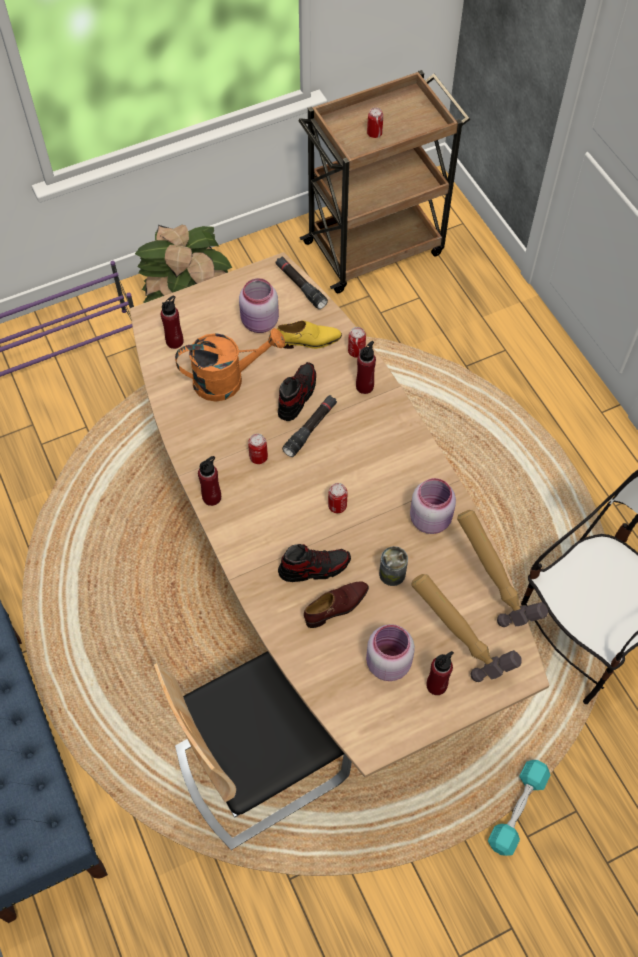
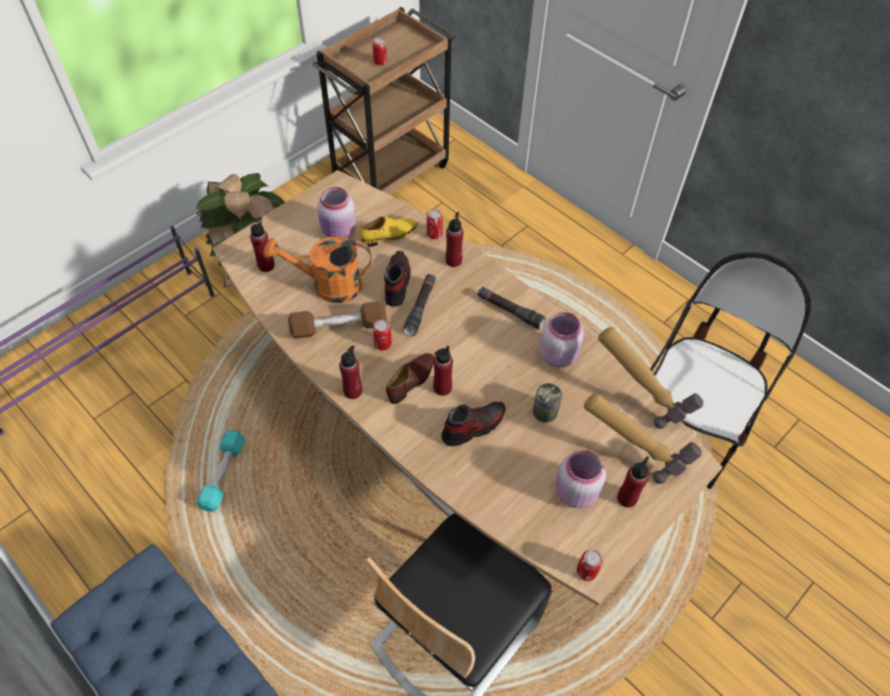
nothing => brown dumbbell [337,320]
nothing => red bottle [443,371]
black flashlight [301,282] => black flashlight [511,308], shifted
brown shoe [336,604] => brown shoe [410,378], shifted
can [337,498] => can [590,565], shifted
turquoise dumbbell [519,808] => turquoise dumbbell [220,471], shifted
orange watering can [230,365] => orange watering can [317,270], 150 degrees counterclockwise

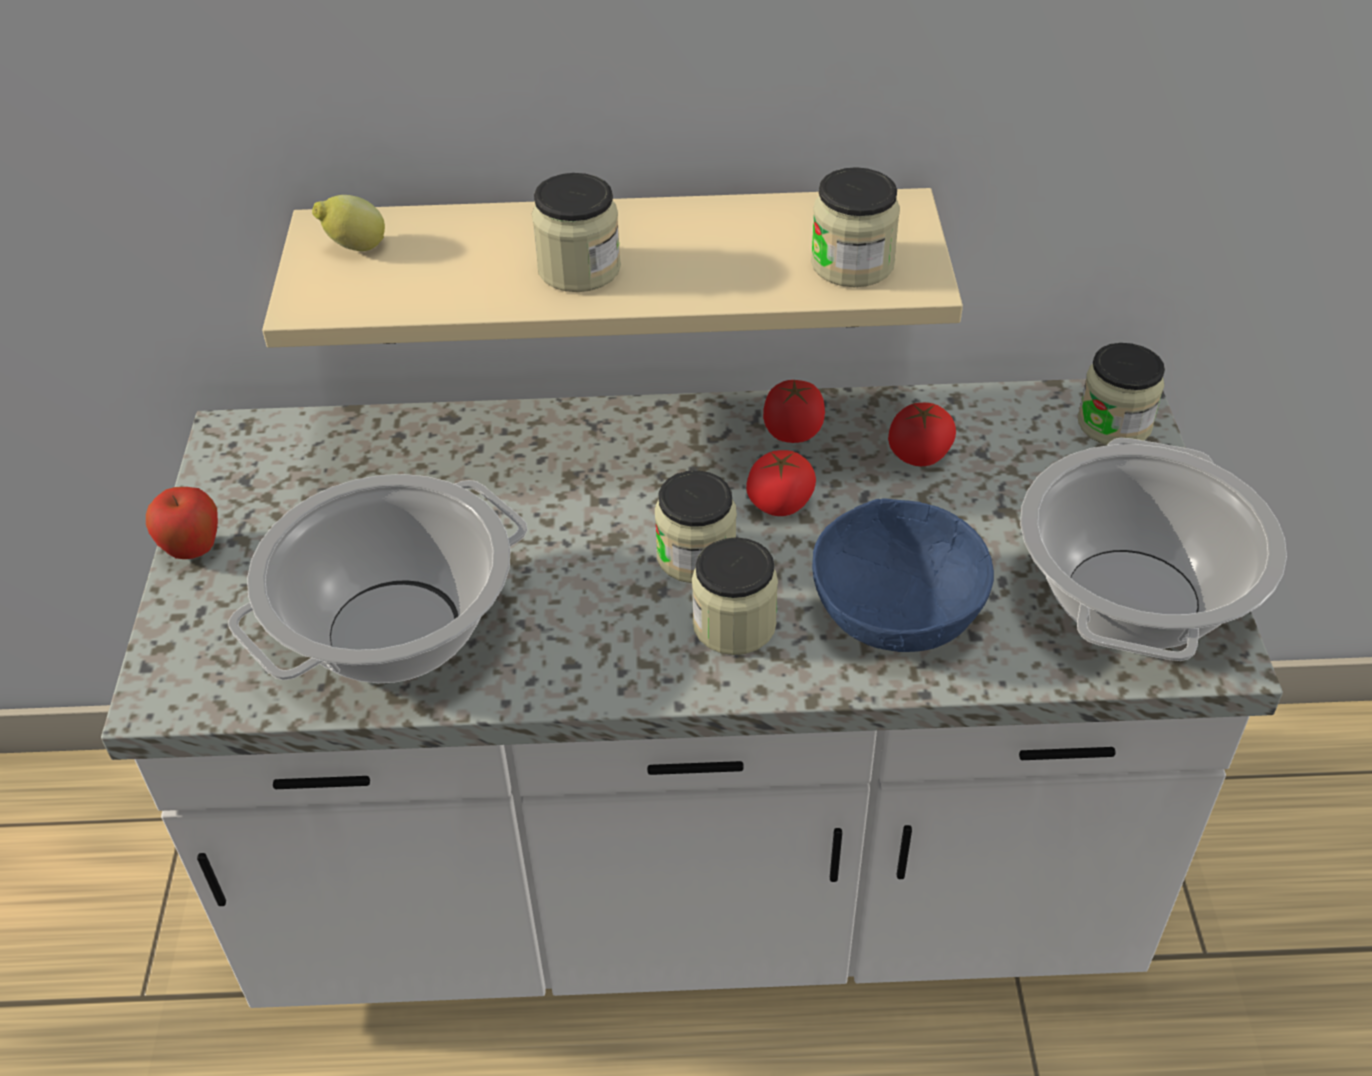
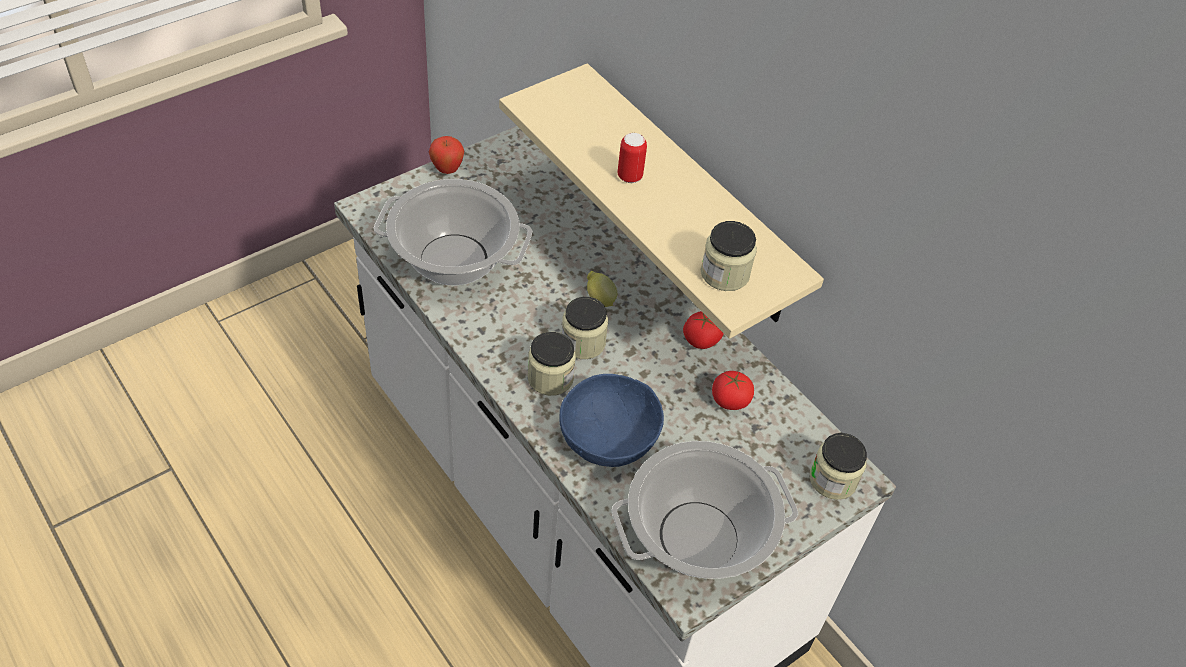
tomato [781,483] => nothing
lemon [348,223] => lemon [602,289], shifted
jar [576,232] => can [632,158]

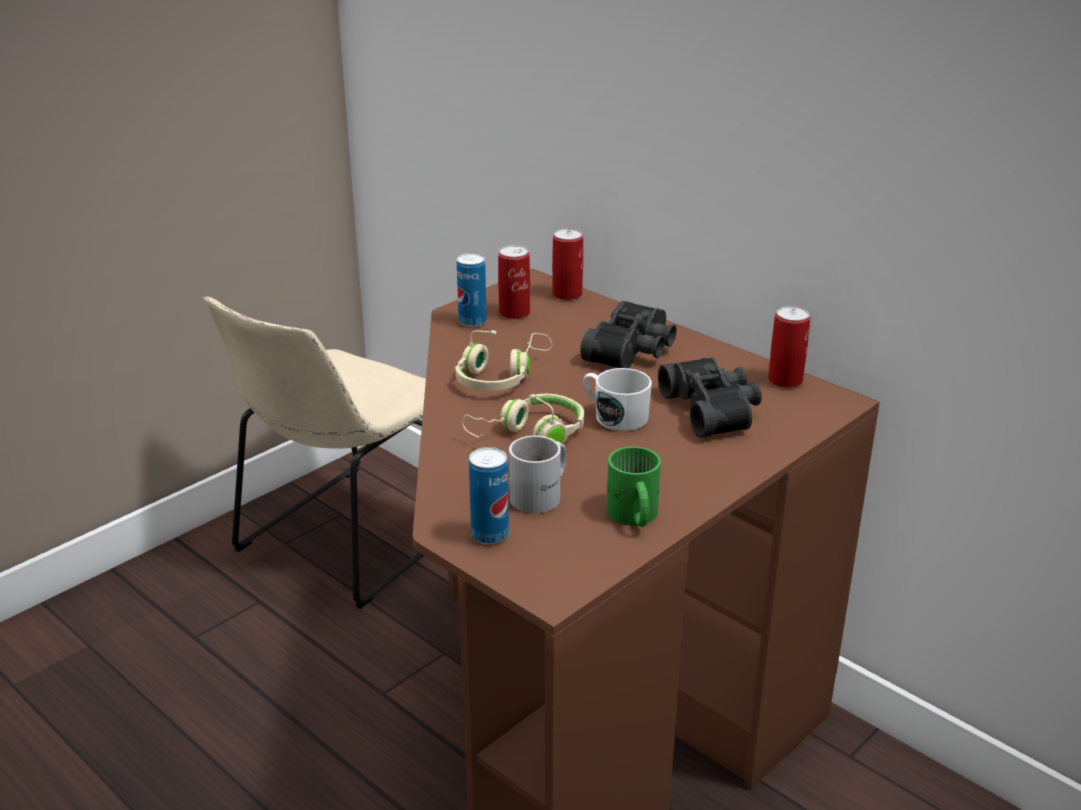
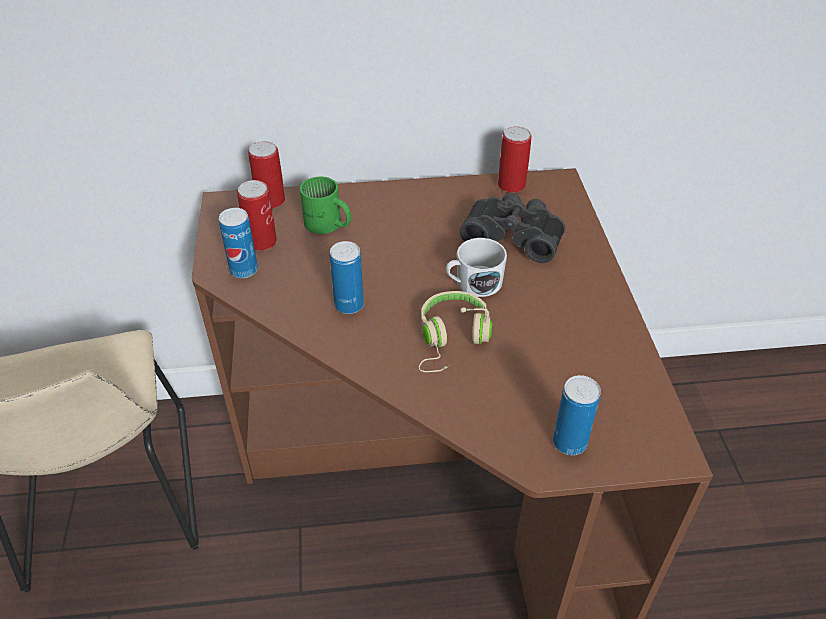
white mug [537,474] => nothing
black binoculars [628,334] => nothing
green mug [634,486] => green mug [325,205], shifted
beige headphones [504,360] => can [347,277]

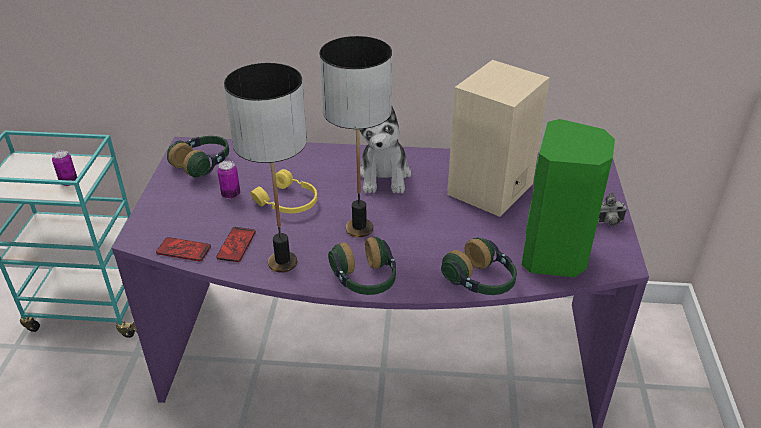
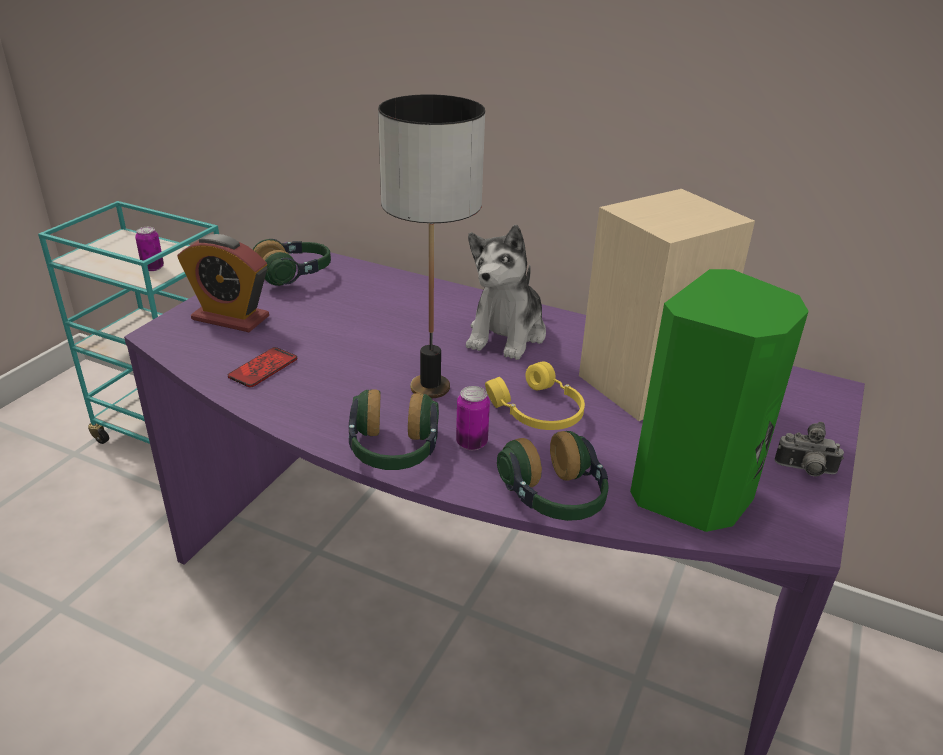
phone [183,249] => nothing
table lamp [265,168] => nothing
nothing => alarm clock [223,283]
can [228,180] => can [473,418], shifted
yellow headphones [283,191] => yellow headphones [535,395], shifted

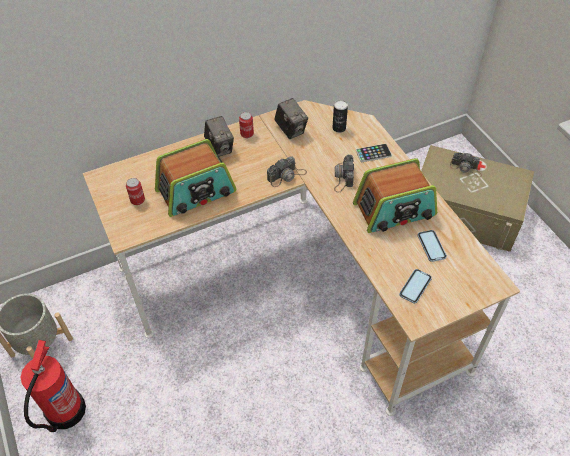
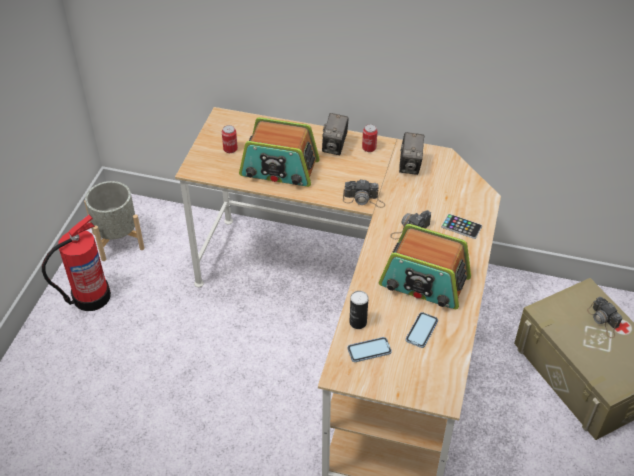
can [340,116] => can [359,310], shifted

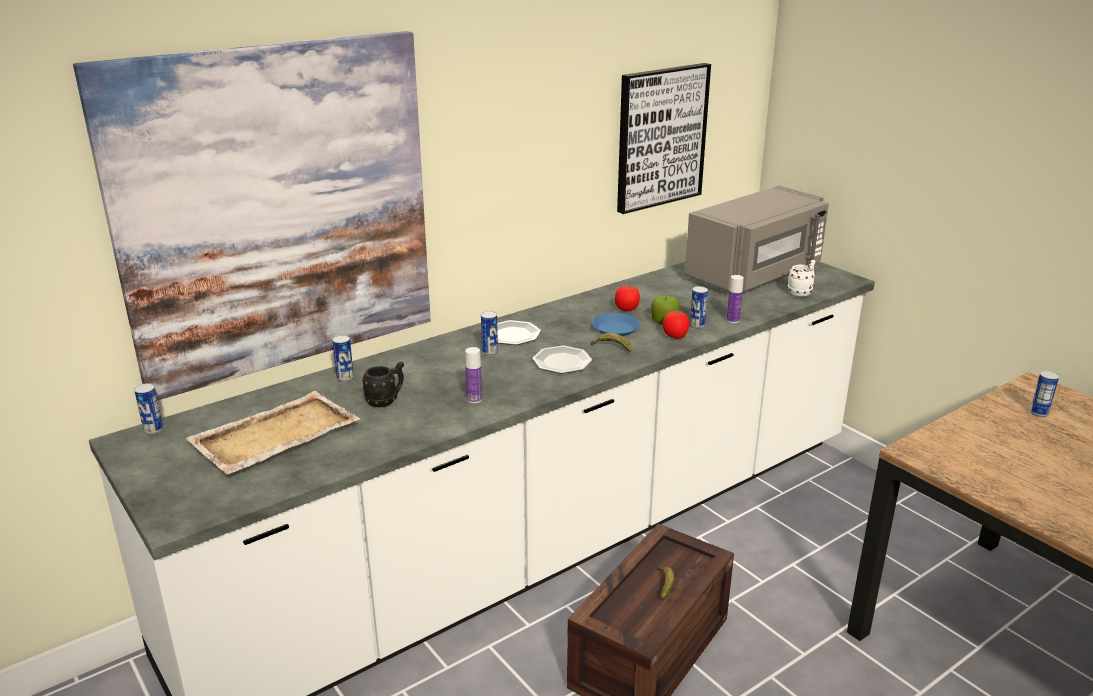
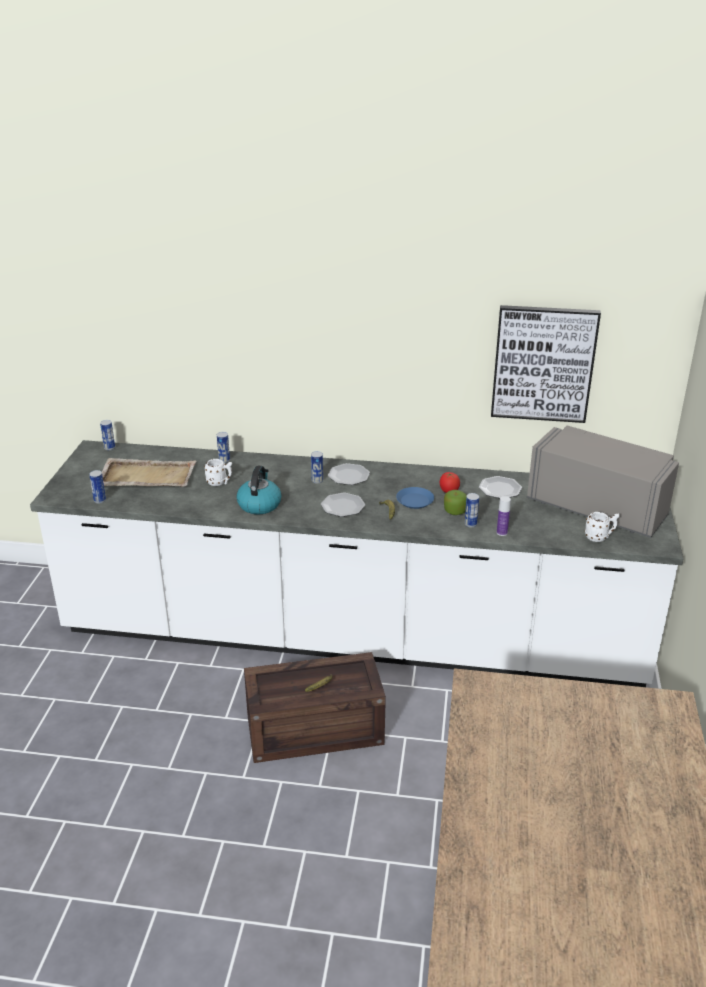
picture [252,215] => nothing
tomato [676,324] => nothing
nothing => plate [500,487]
can [1044,394] => can [97,487], shifted
bottle [473,375] => kettle [259,490]
black mug [383,384] => white mug [218,472]
grey microwave [757,239] => grey microwave [603,481], 150 degrees counterclockwise

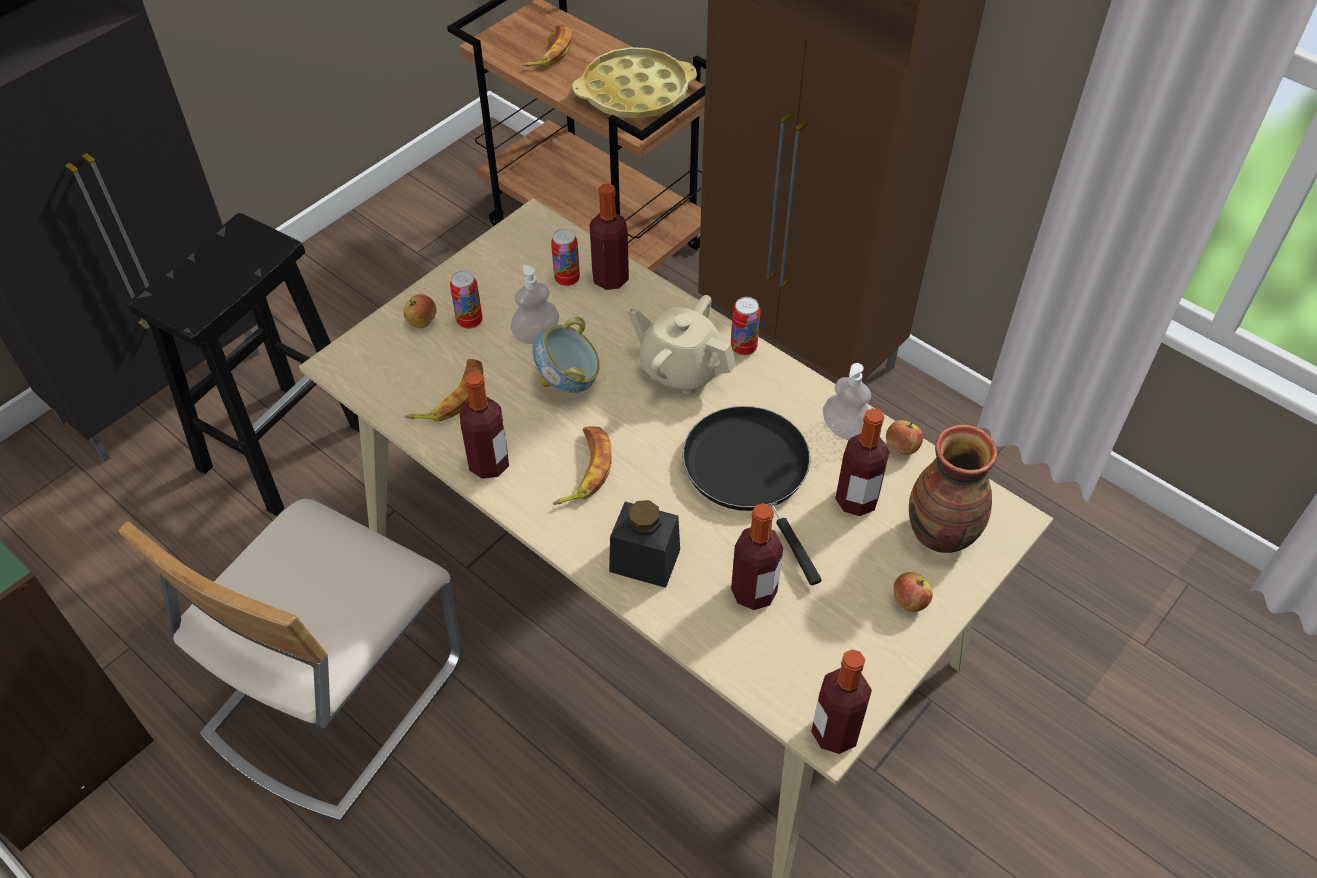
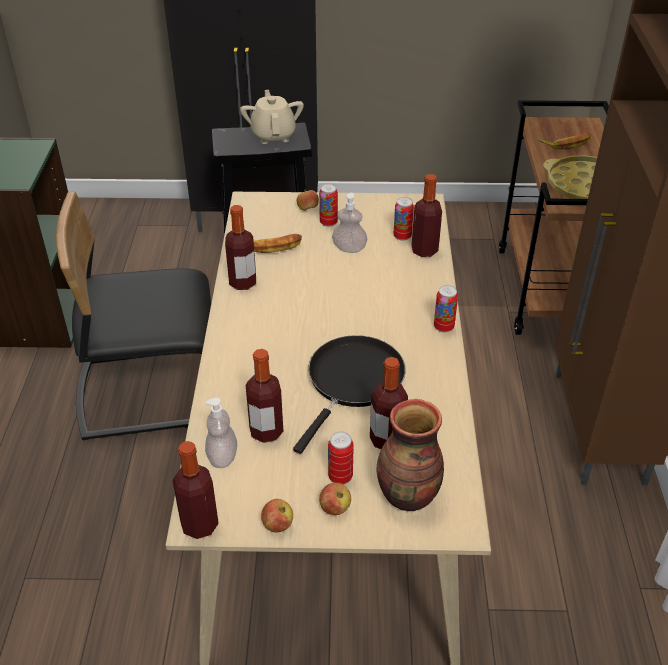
bowl [566,355] => nothing
banana [582,465] => nothing
black jar [644,544] => nothing
nothing => can [341,457]
beige teapot [681,344] => beige teapot [272,117], shifted
soap dispenser [847,401] => soap dispenser [221,433], shifted
apple [904,437] => apple [277,516], shifted
beige chair [290,660] => black chair [133,316]

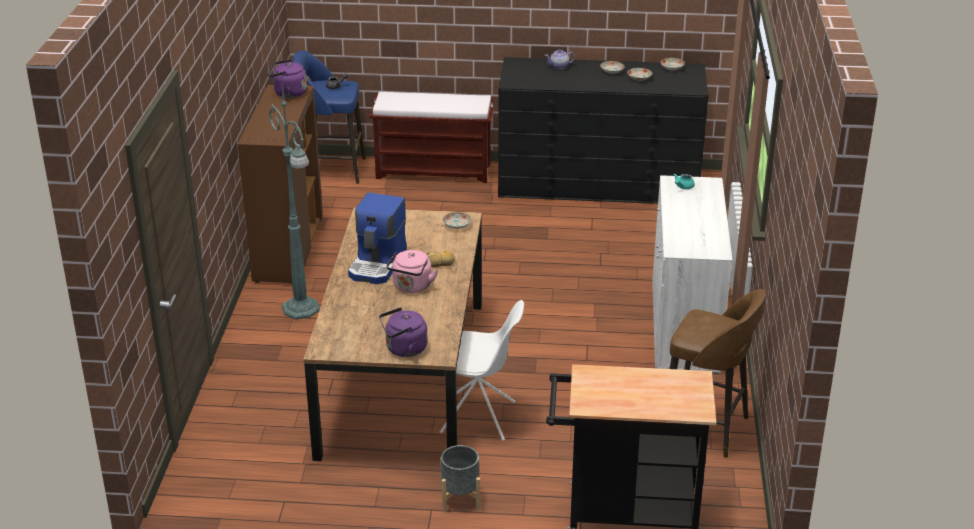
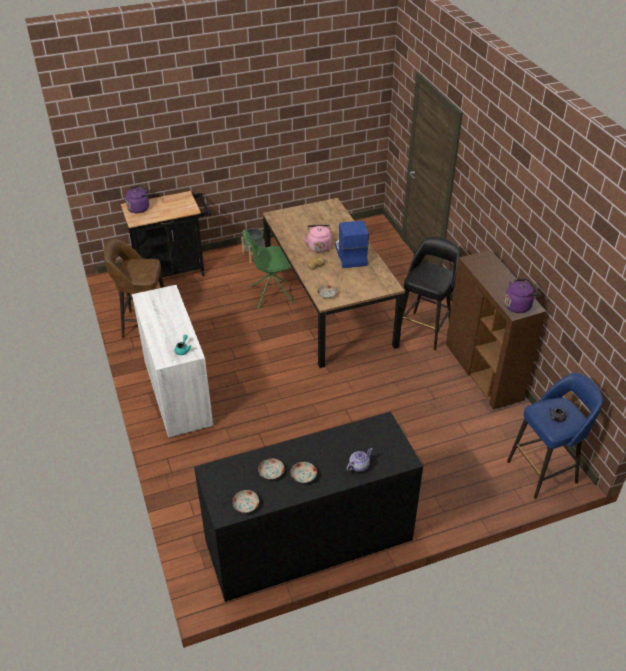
brown bench [432,137] => nothing
purple kettle [403,332] => purple kettle [138,199], shifted
green floor lamp [294,201] => black stool [431,293]
white chair [482,370] => green chair [268,269]

